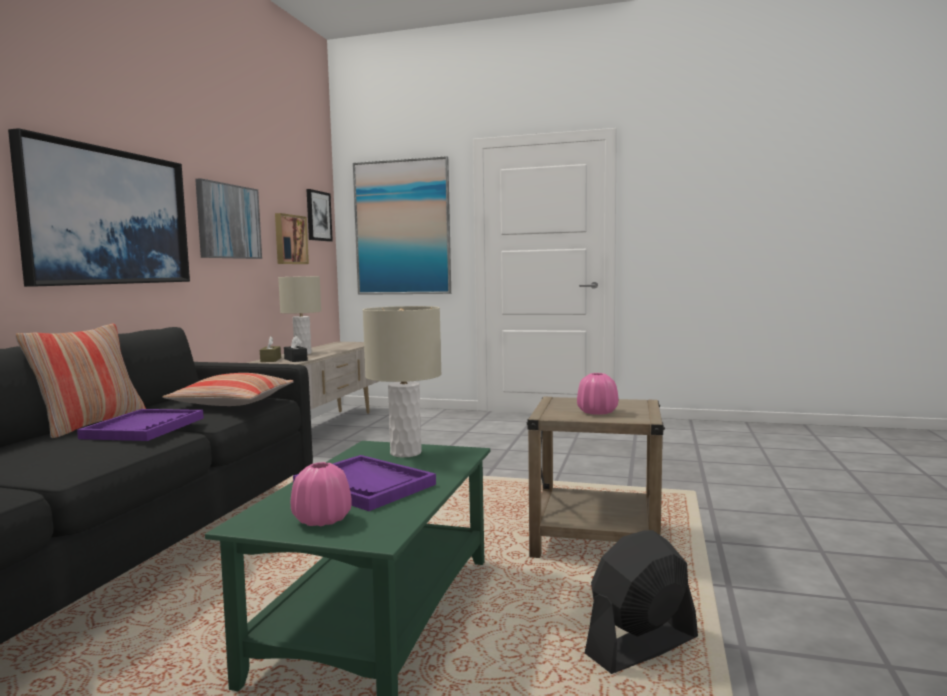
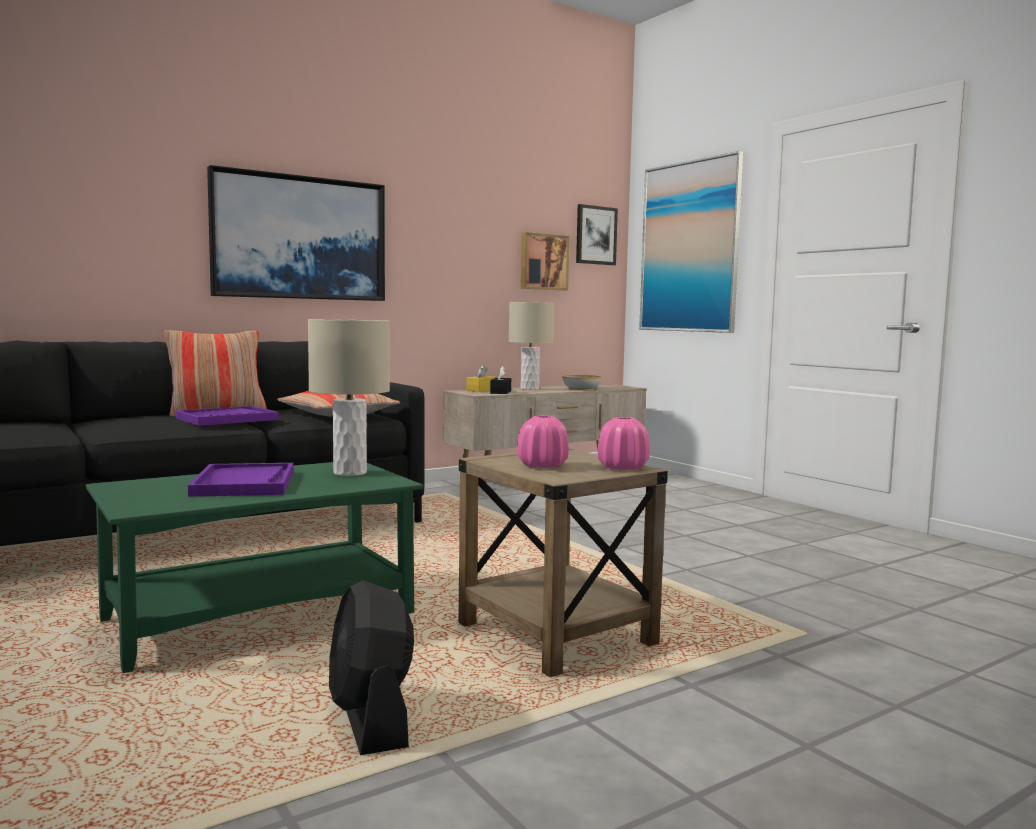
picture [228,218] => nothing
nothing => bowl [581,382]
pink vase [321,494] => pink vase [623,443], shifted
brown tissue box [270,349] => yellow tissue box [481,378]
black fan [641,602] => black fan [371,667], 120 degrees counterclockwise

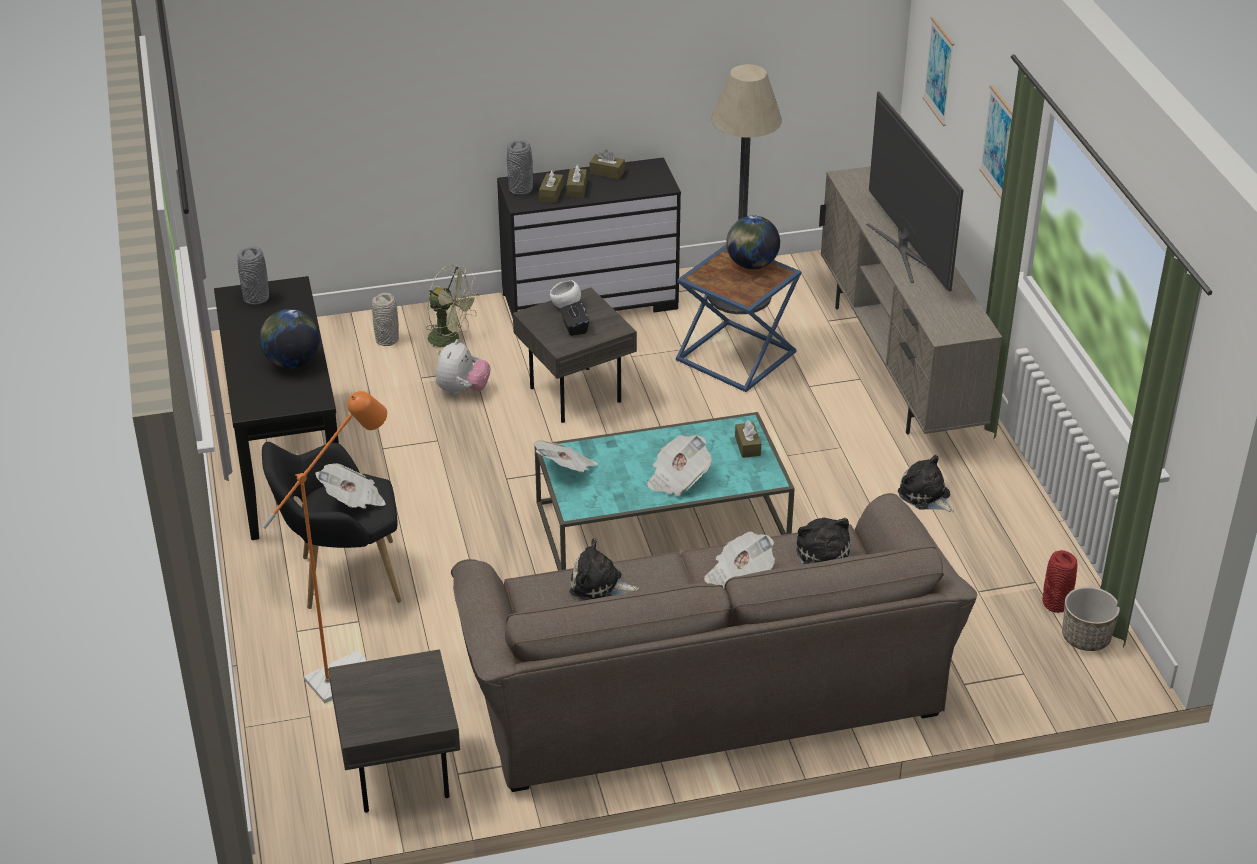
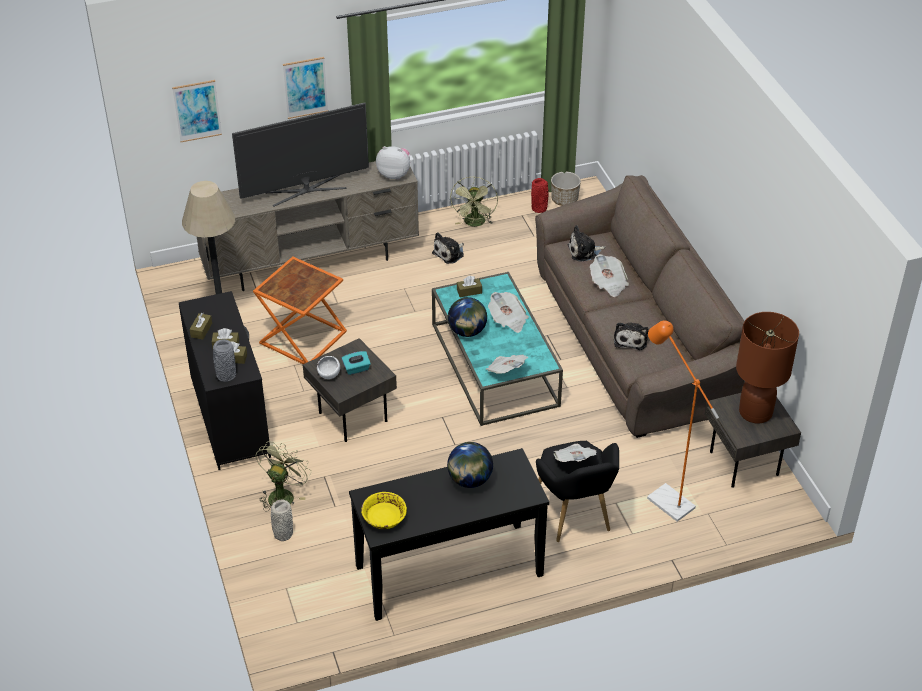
nothing => green fan [474,202]
nothing => brown table lamp [767,368]
plush toy [463,367] => plush toy [393,163], shifted
globe [753,242] => globe [467,317], shifted
grey vase [253,275] => yellow bowl [384,510]
black tissue box [574,318] => turquoise tissue box [356,363]
blue side table [738,318] => orange side table [300,310]

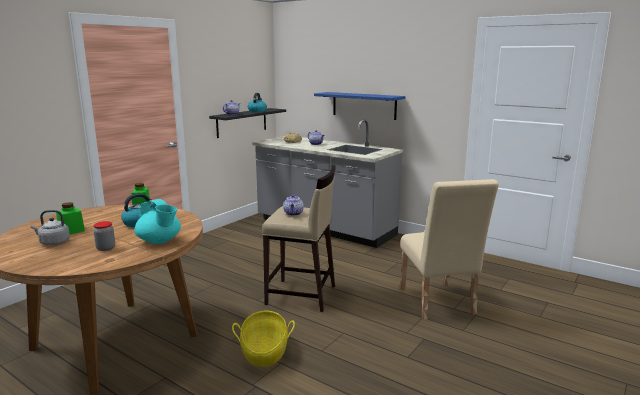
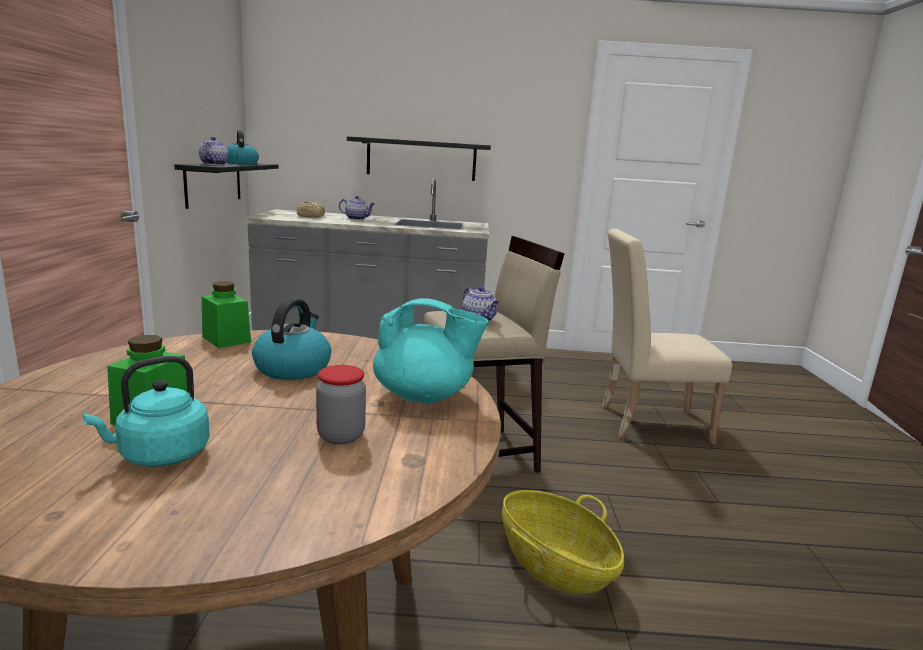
grey kettle [50,228] => turquoise kettle [146,411]
blue shelf [359,106] => black shelf [419,158]
beige chair [449,249] => beige chair [667,337], 135 degrees clockwise

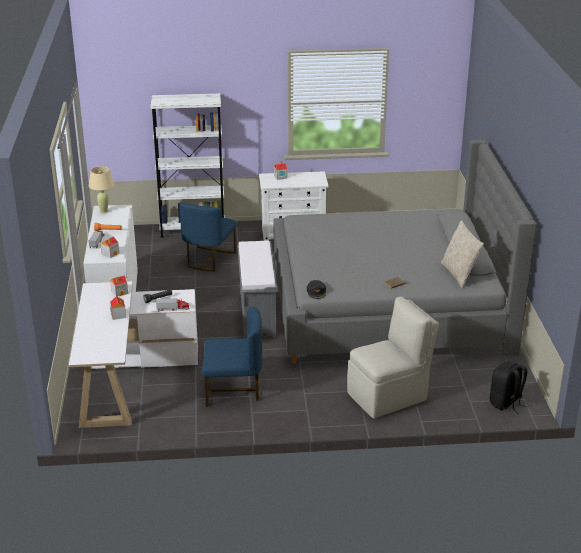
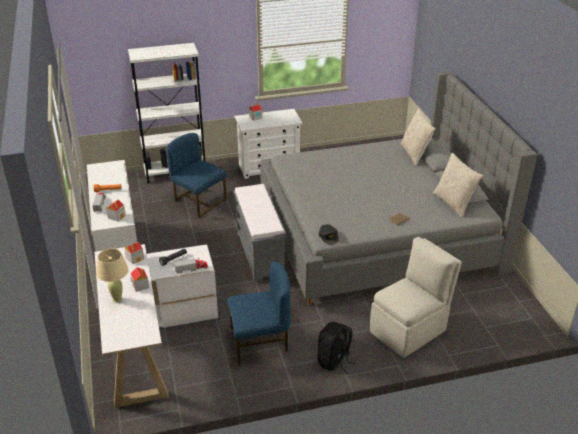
nothing => beige pillow [418,137]
beige table lamp [101,190] => beige table lamp [112,276], shifted
black backpack [508,387] => black backpack [336,347], shifted
blue chair [208,237] => blue chair [197,175], 120 degrees clockwise

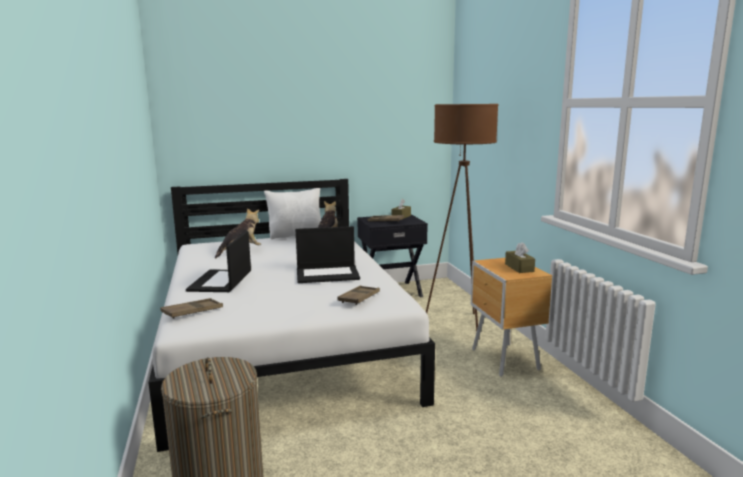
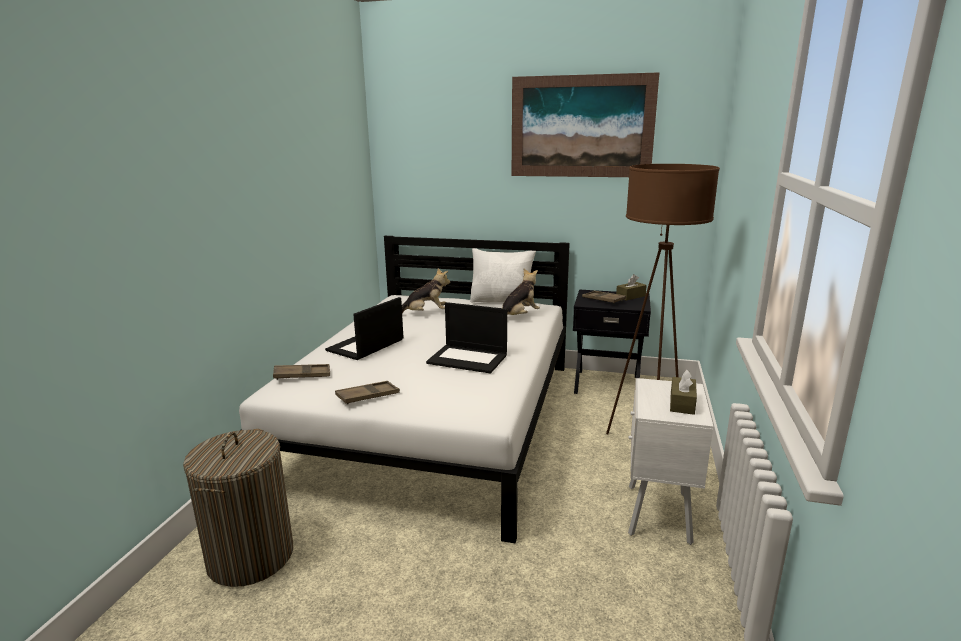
nothing => picture [586,124]
brown tray [359,295] => brown tray [367,393], shifted
brown nightstand [511,317] => white nightstand [671,461]

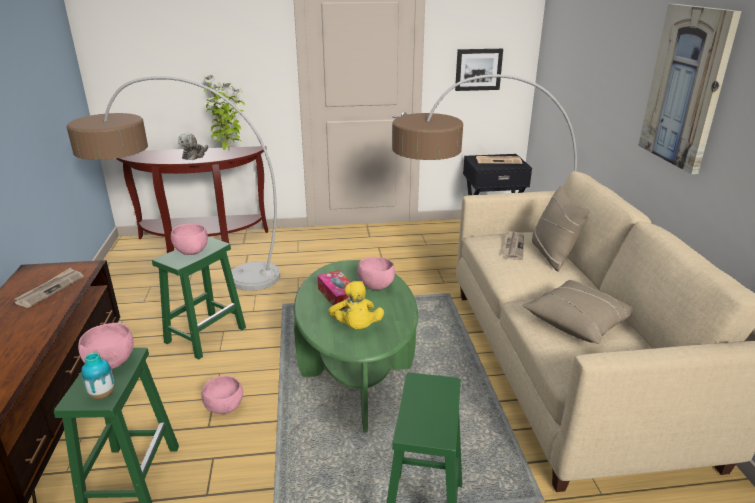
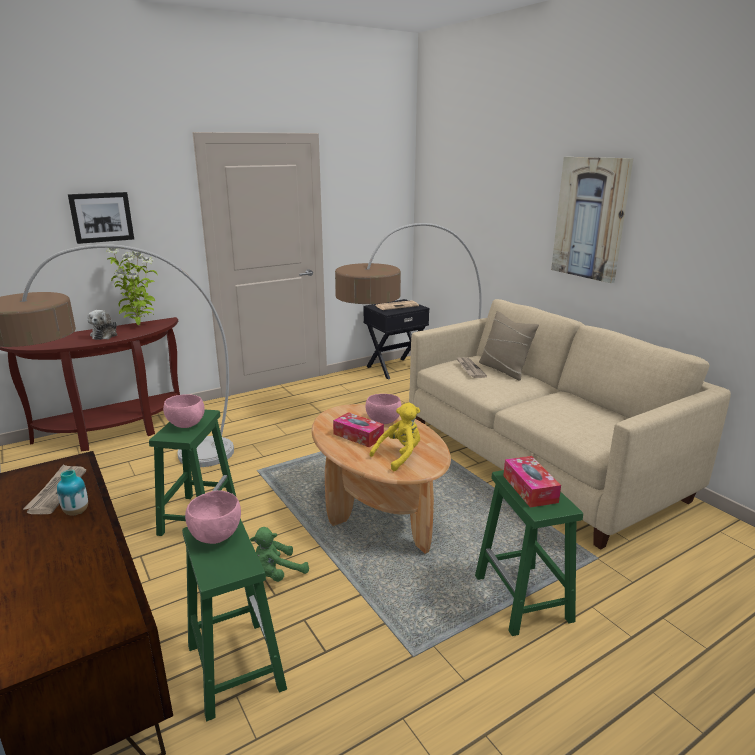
beige pillow [577,312] => nothing
nothing => tissue box [532,481]
vase [97,375] => vase [72,493], shifted
picture [479,70] => picture [101,218], shifted
pink bowl [222,395] => green plush toy [279,554]
green coffee table [356,346] => brown coffee table [381,479]
yellow plush toy [356,305] => yellow plush toy [394,437], 90 degrees counterclockwise

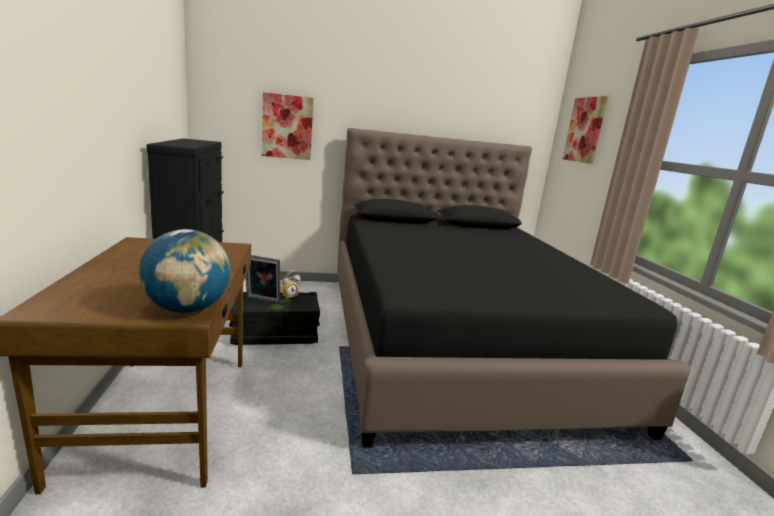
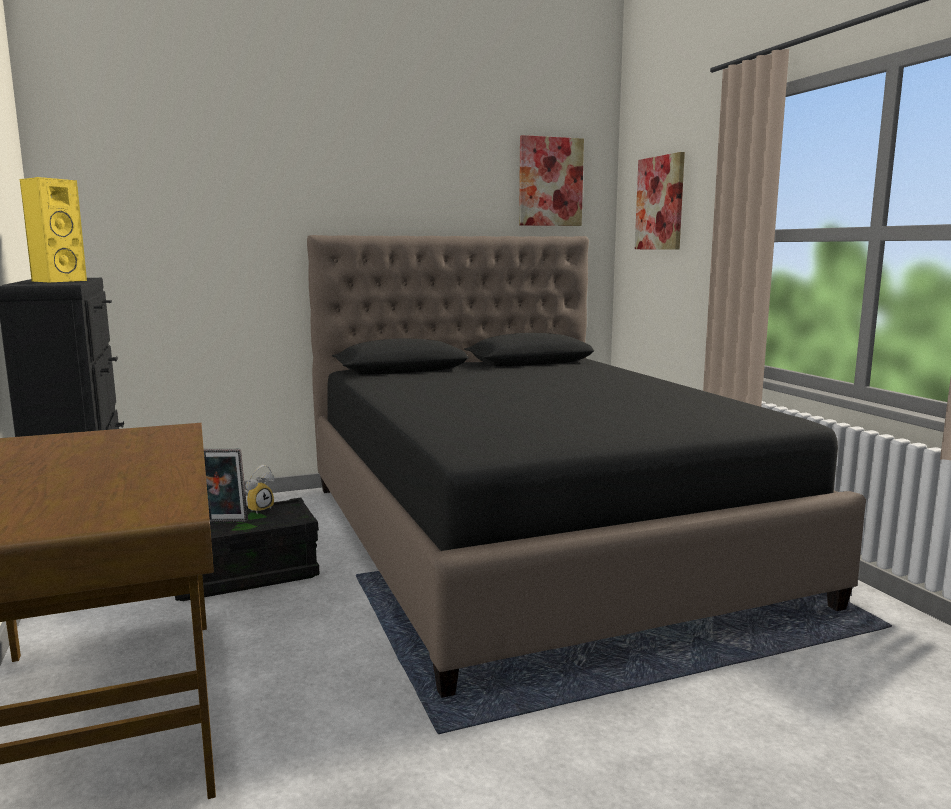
globe [185,271] => nothing
nothing => yellow speaker [53,230]
picture [287,126] => picture [551,180], shifted

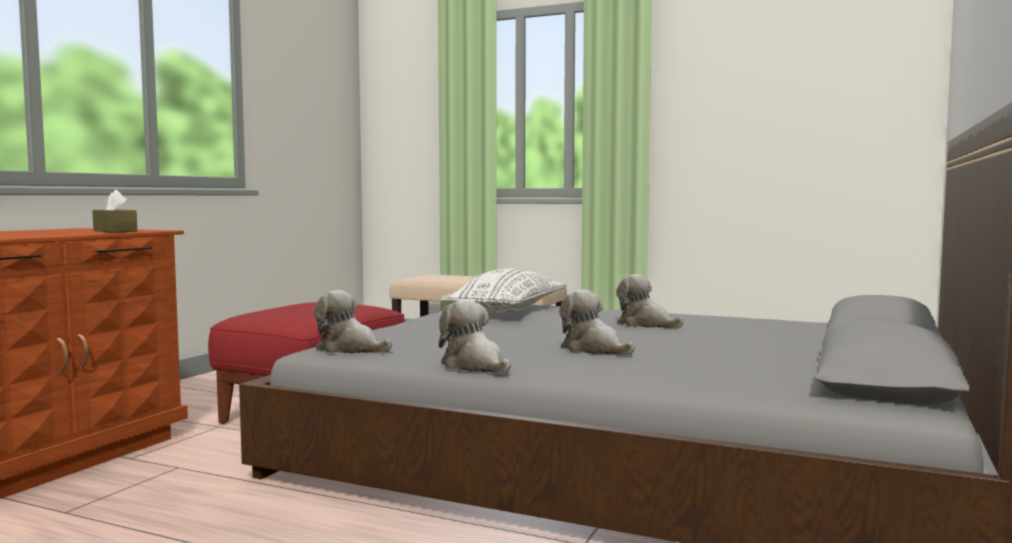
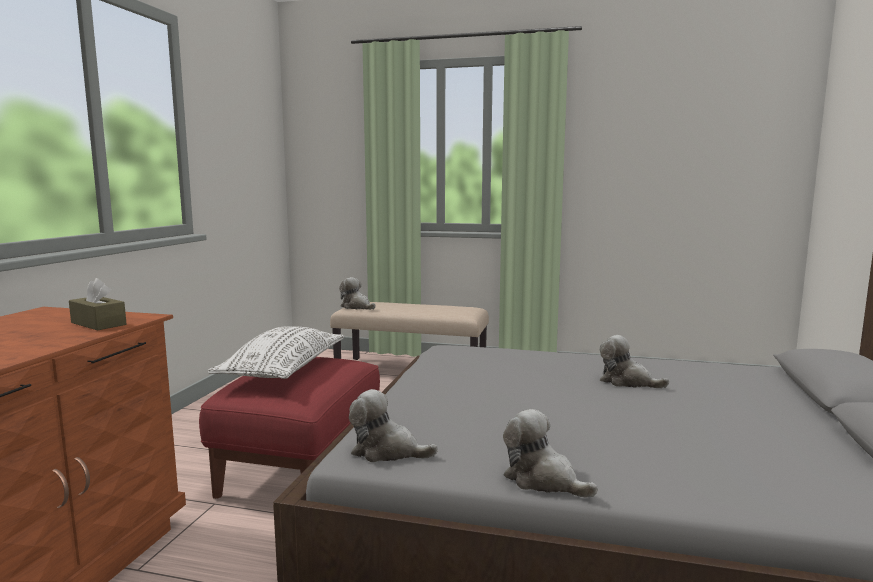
white pillow [503,290] => white pillow [276,352], shifted
plush toy [597,323] => plush toy [357,293], shifted

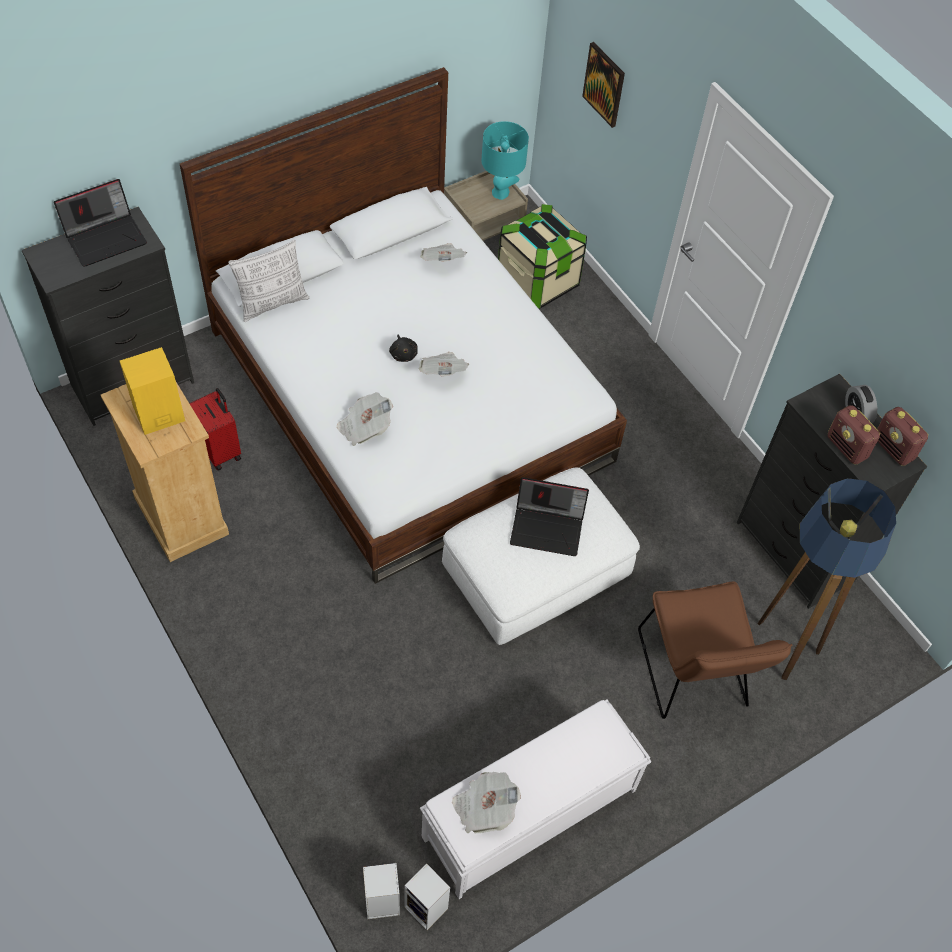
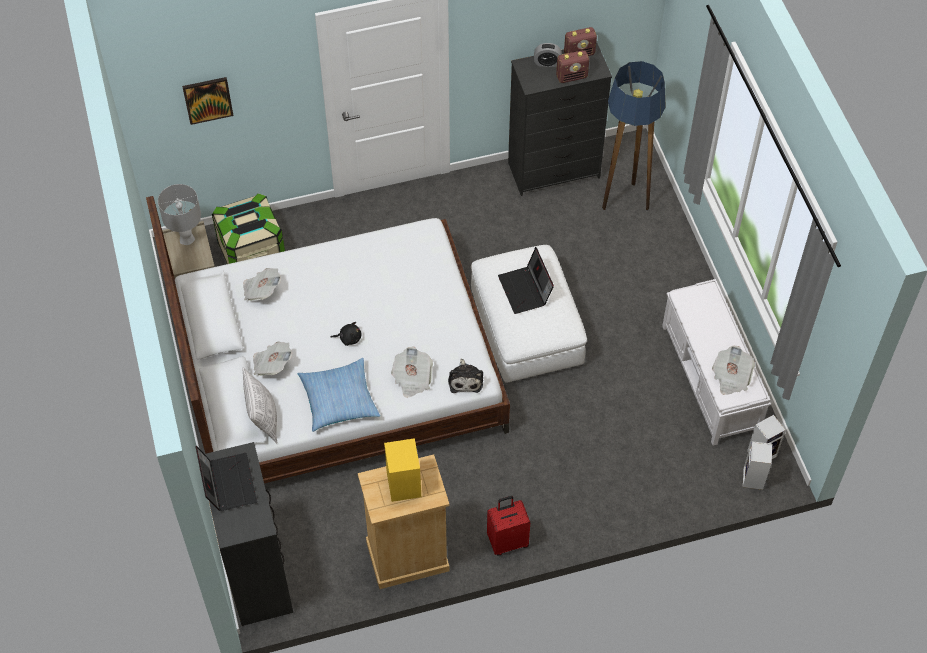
brown chair [715,650] => nothing
nothing => pillow [339,395]
nothing => plush toy [465,375]
red suitcase [215,429] => red suitcase [508,525], shifted
newspaper [444,364] => newspaper [272,358], shifted
turquoise table lamp [505,160] => grey table lamp [179,214]
laptop [549,516] => laptop [526,280], 135 degrees clockwise

